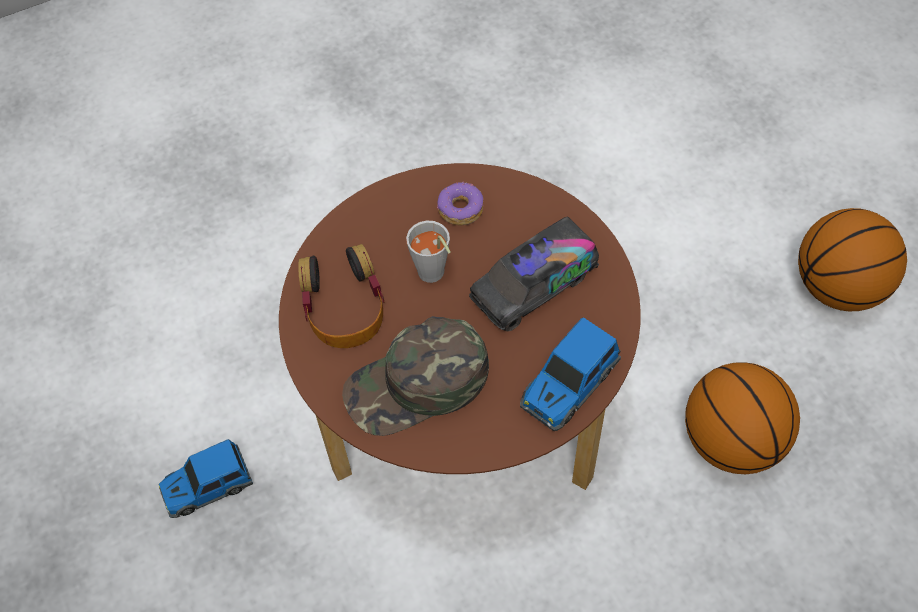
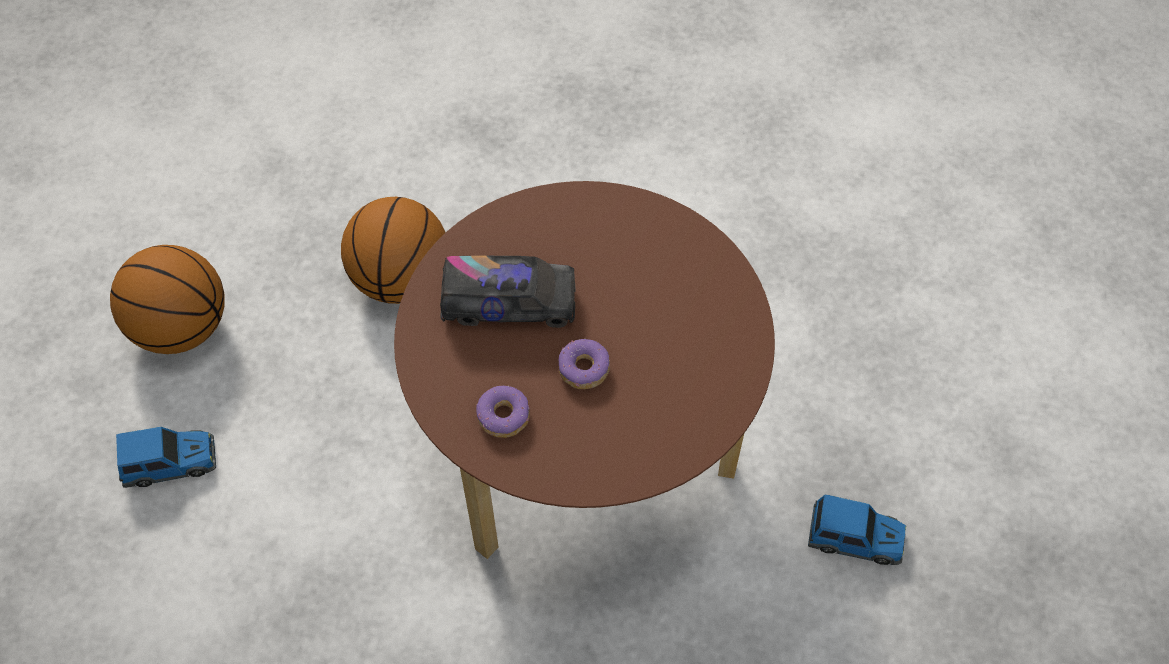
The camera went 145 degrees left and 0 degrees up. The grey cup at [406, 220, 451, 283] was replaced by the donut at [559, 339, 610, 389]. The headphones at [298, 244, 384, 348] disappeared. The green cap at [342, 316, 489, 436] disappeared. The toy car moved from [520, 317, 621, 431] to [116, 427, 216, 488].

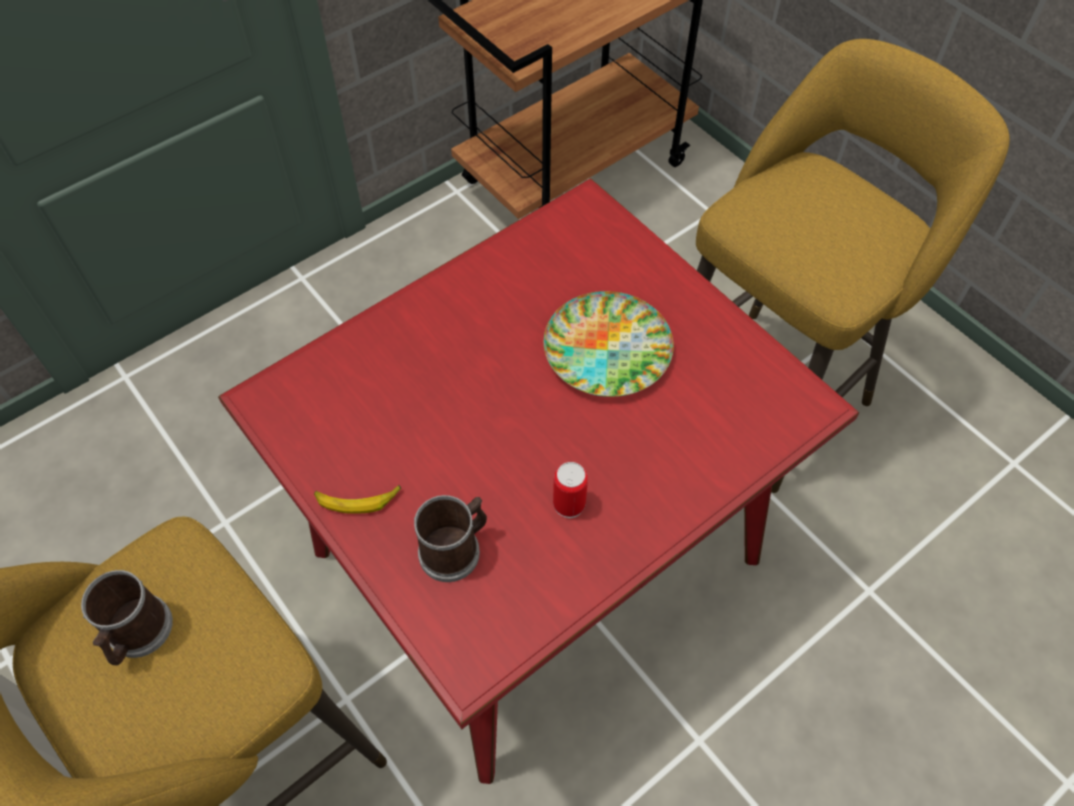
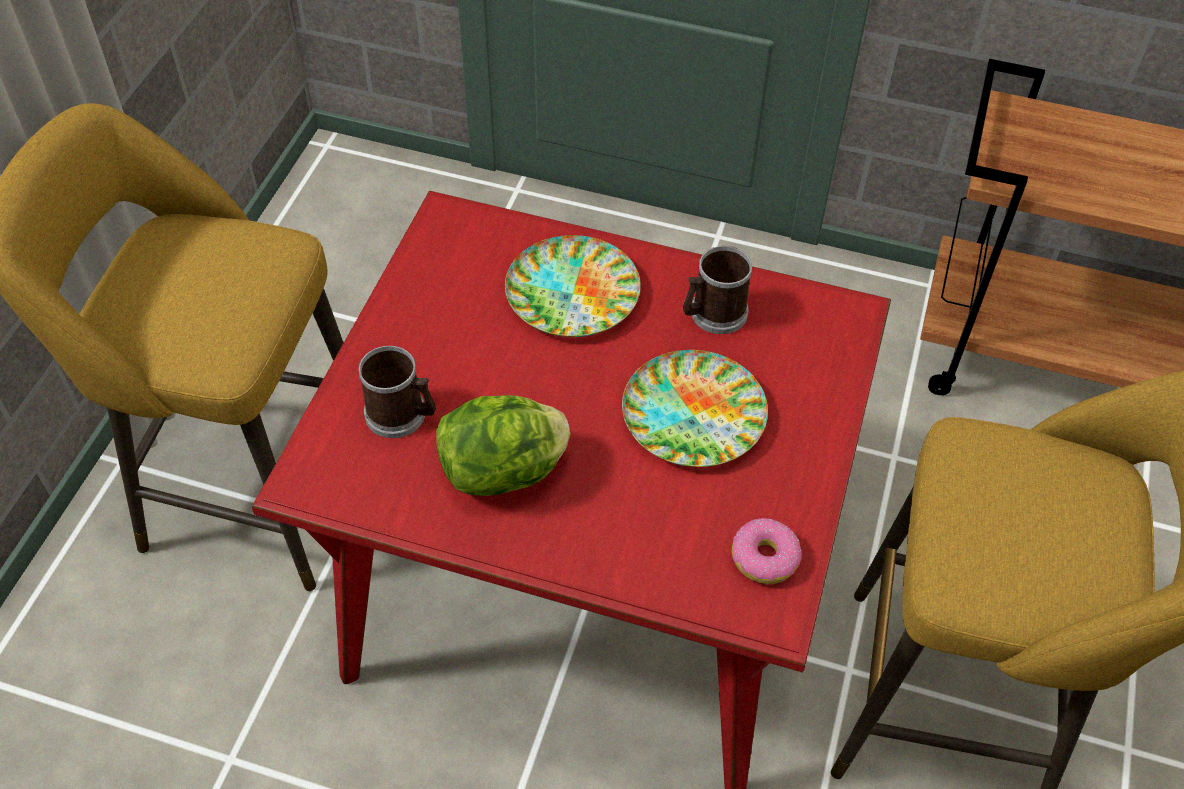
The camera went 55 degrees right and 5 degrees down. The can at [553, 462, 588, 518] was replaced by the lettuce at [436, 395, 570, 496]. The banana at [314, 485, 401, 514] disappeared. The mug moved from [81, 570, 173, 666] to [683, 246, 752, 334]. The plate at [505, 235, 641, 337] appeared. The donut at [731, 518, 802, 584] appeared.

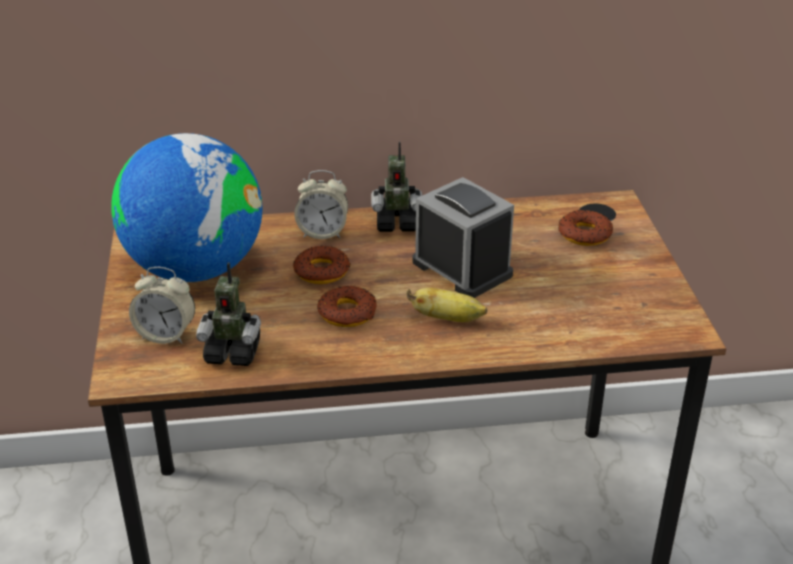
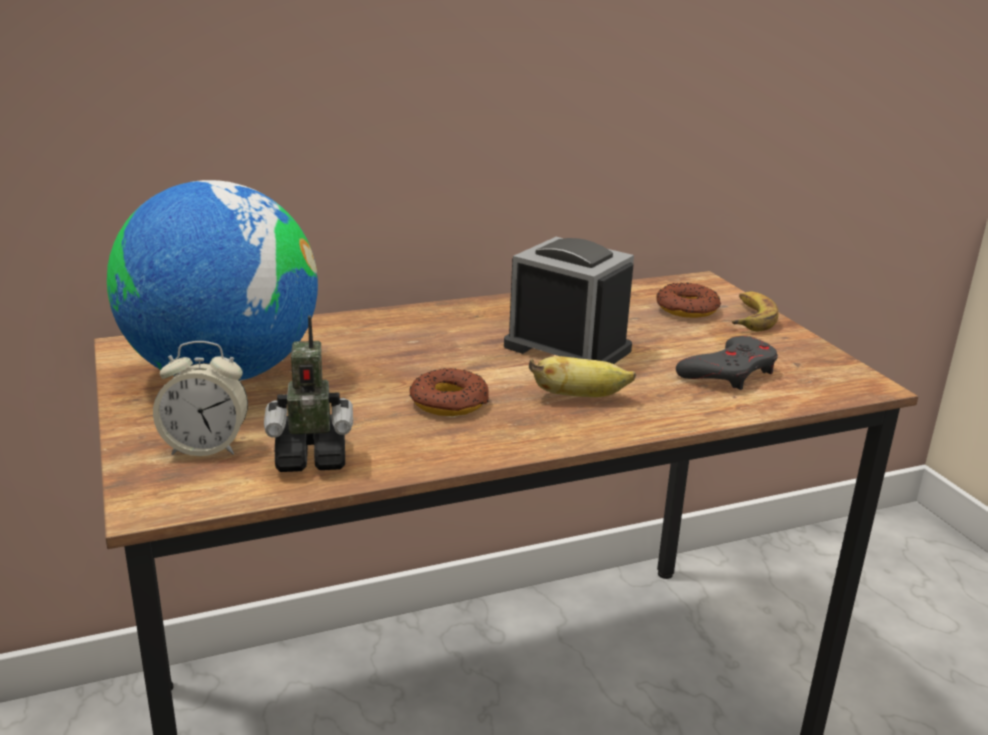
The camera went 15 degrees left and 10 degrees down. The toy robot at [371, 141, 422, 232] disappeared. The alarm clock at [294, 170, 348, 239] disappeared. The donut at [293, 245, 351, 284] disappeared. The banana at [732, 291, 778, 331] appeared. The grey game controller at [676, 336, 778, 390] appeared.

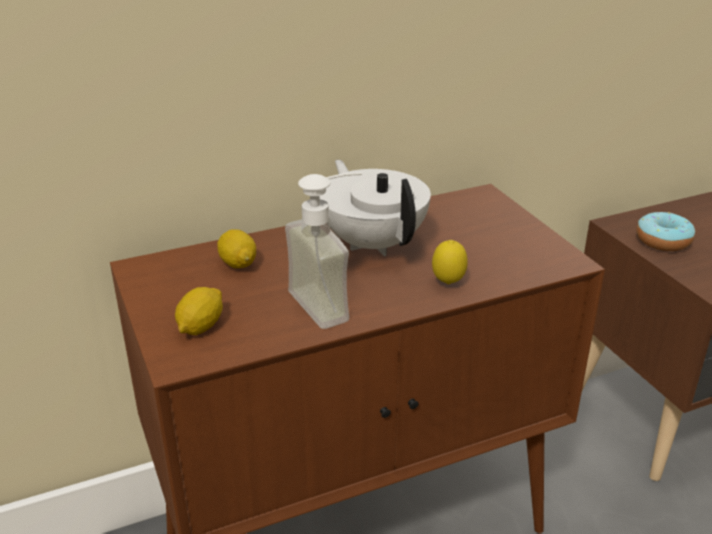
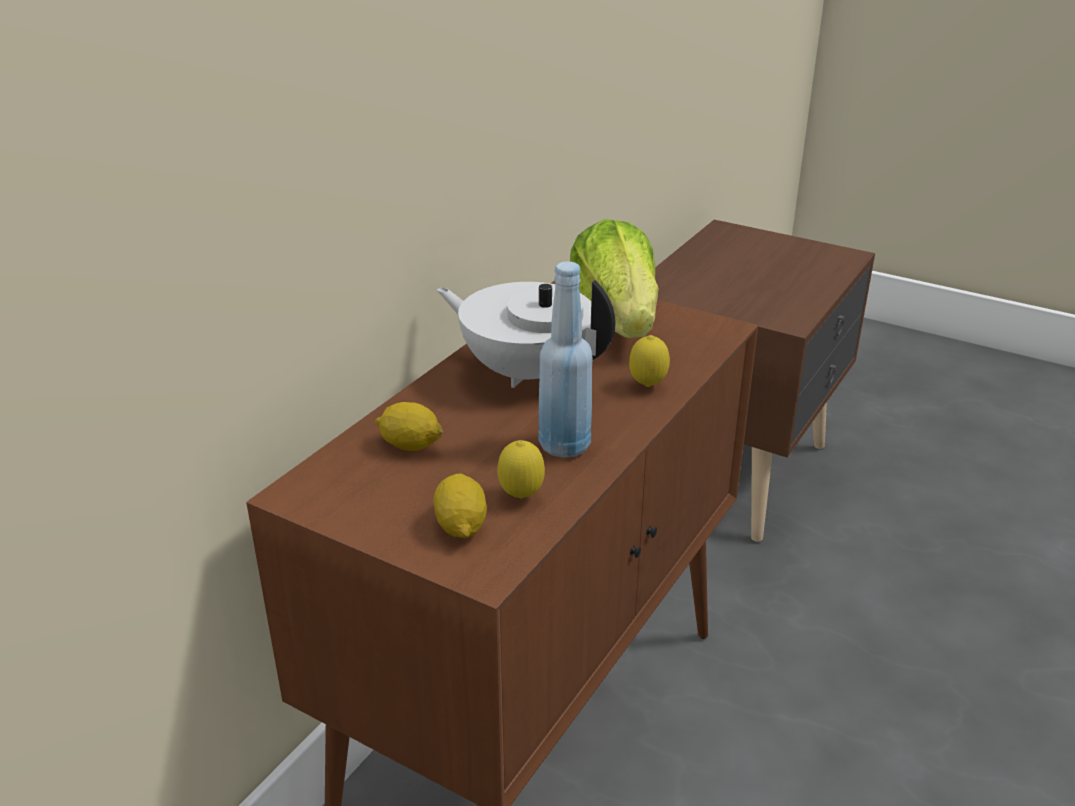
The camera went 35 degrees left and 0 degrees up. The soap dispenser at [285, 172, 363, 329] was replaced by the blue bottle at [538, 261, 593, 458]. The donut at [637, 212, 695, 251] disappeared. The lettuce at [570, 219, 658, 338] appeared. The lemon at [497, 440, 545, 498] appeared.

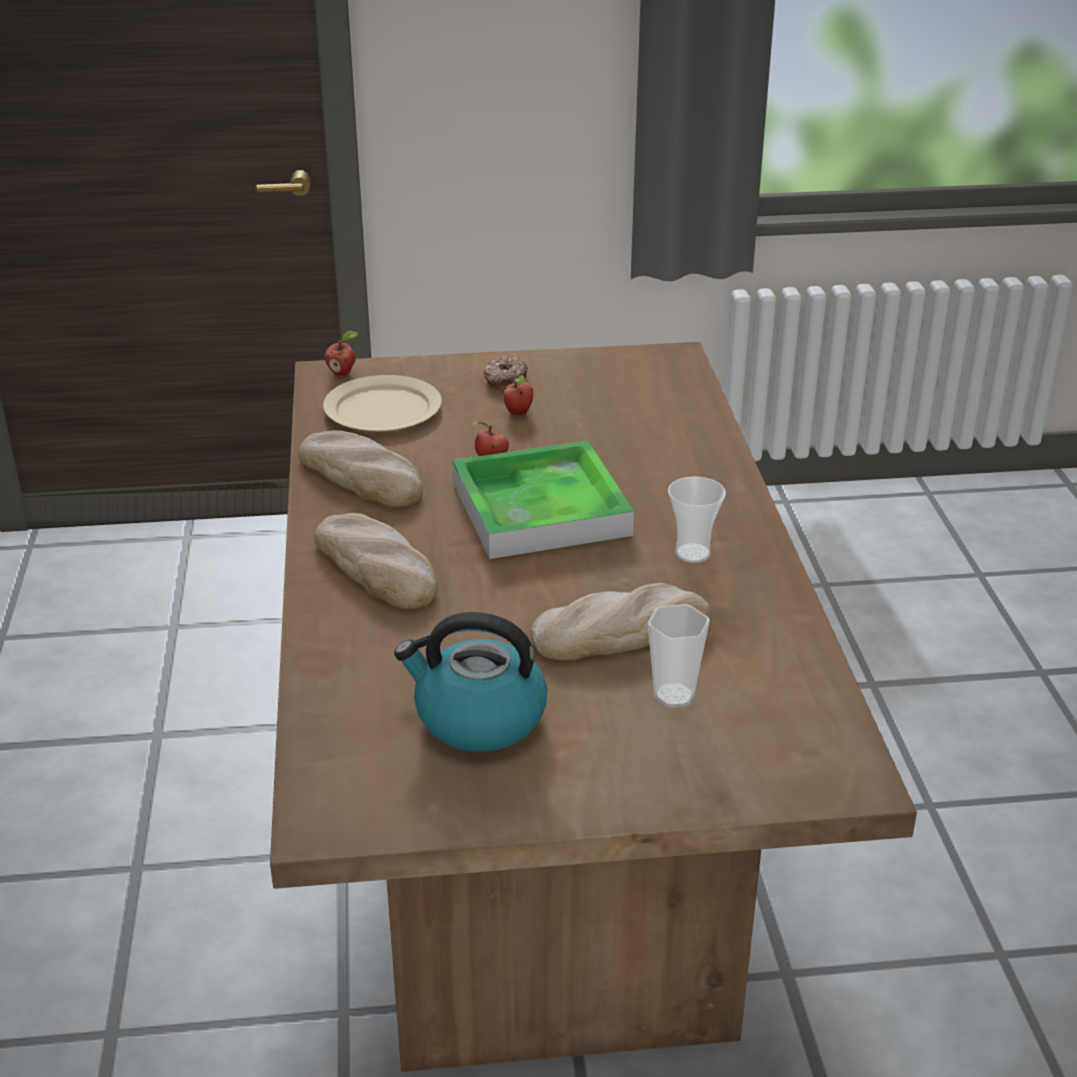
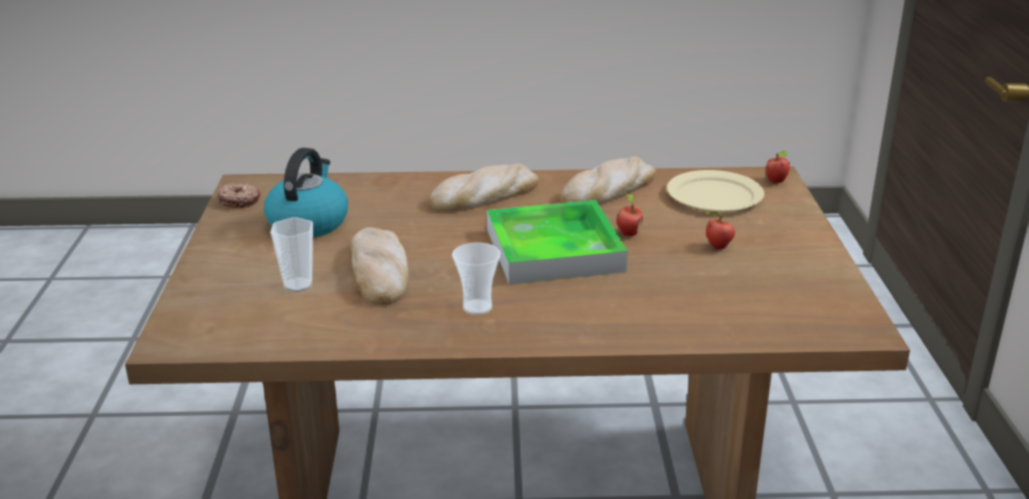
The camera went 95 degrees right and 5 degrees down. The donut moved from [484, 356, 528, 390] to [217, 183, 260, 208].

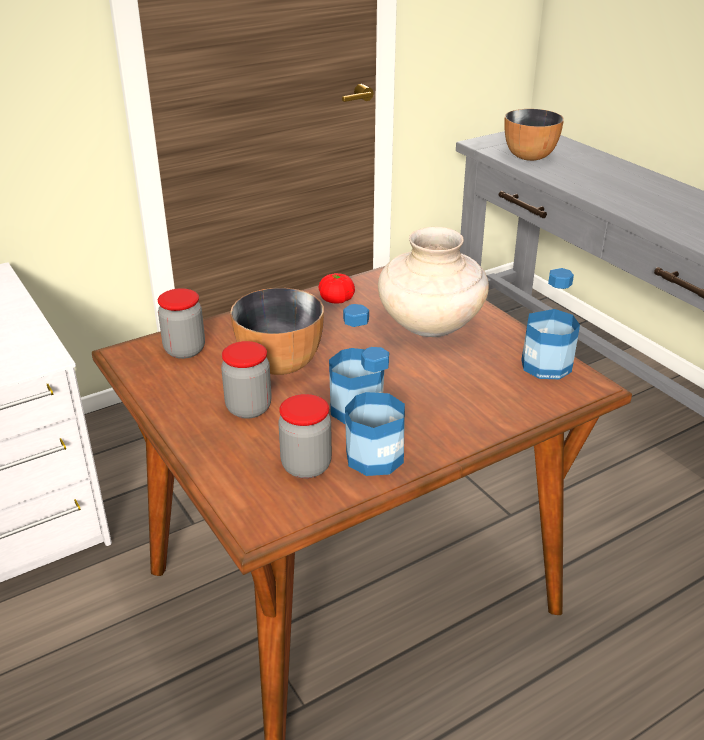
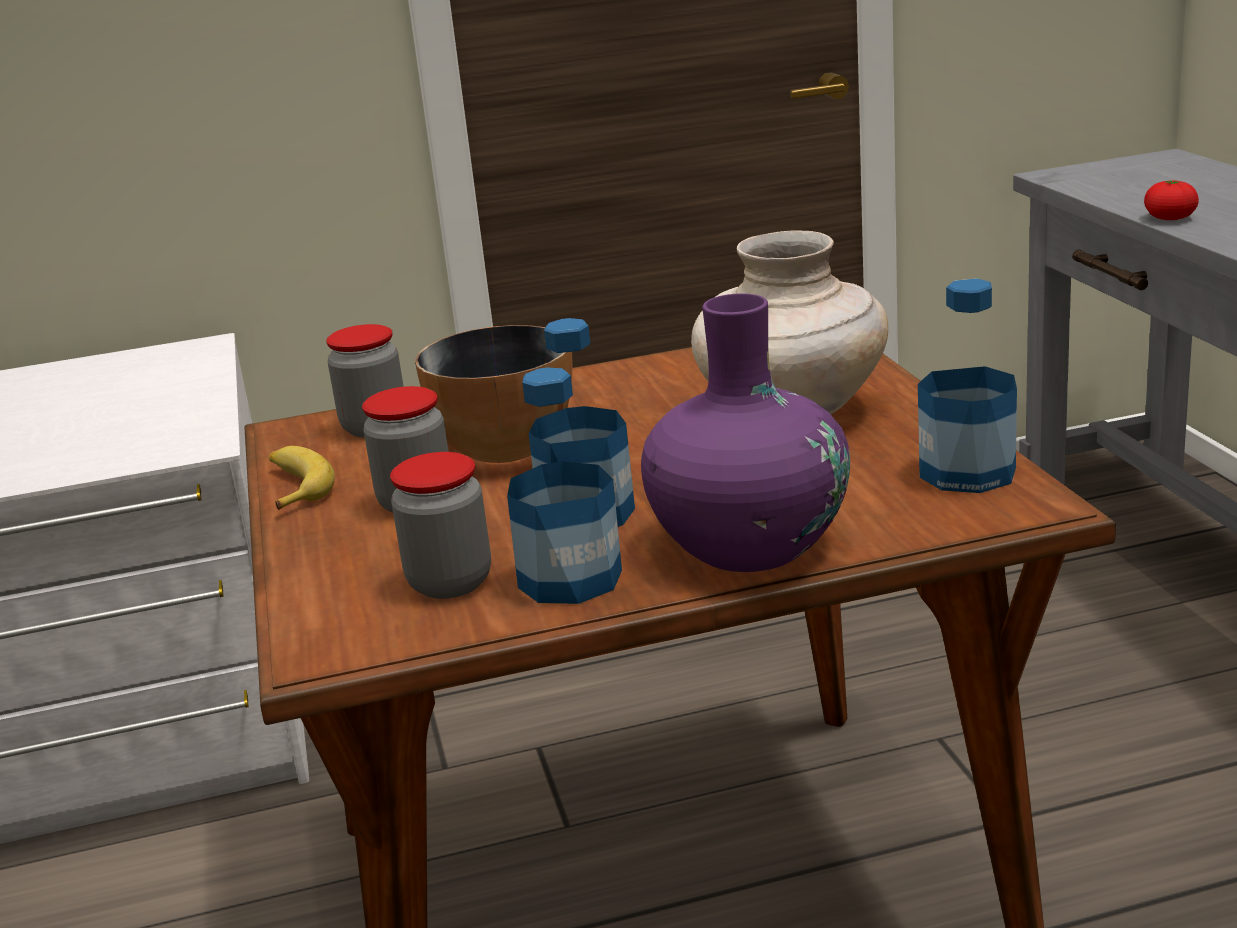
The camera went 20 degrees right and 10 degrees down. The bowl at [504, 109, 564, 161] disappeared. The tomato moved from [319, 273, 355, 304] to [1144, 180, 1199, 220]. The purple vase at [641, 294, 850, 572] appeared. The banana at [269, 446, 335, 510] appeared.

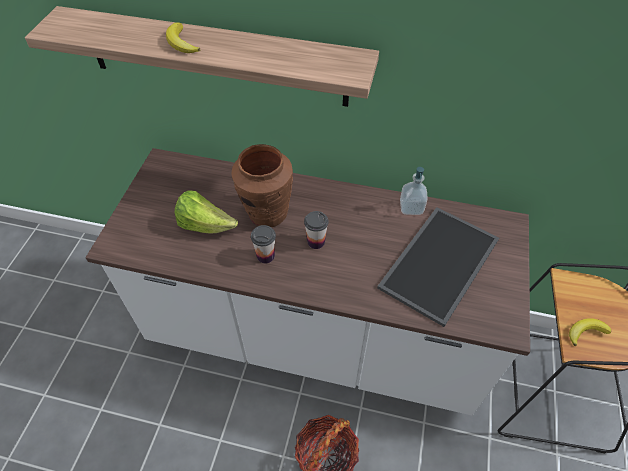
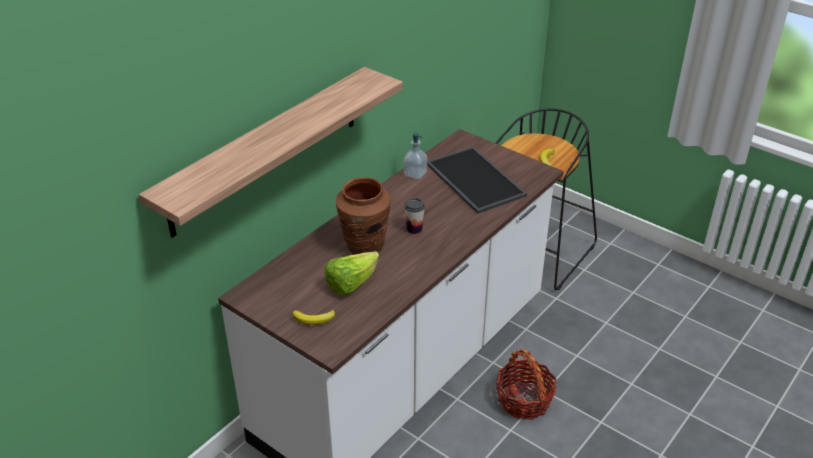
The camera went 65 degrees left and 15 degrees down. The banana moved from [166, 22, 200, 53] to [293, 310, 335, 325]. The cup at [251, 225, 276, 264] disappeared.

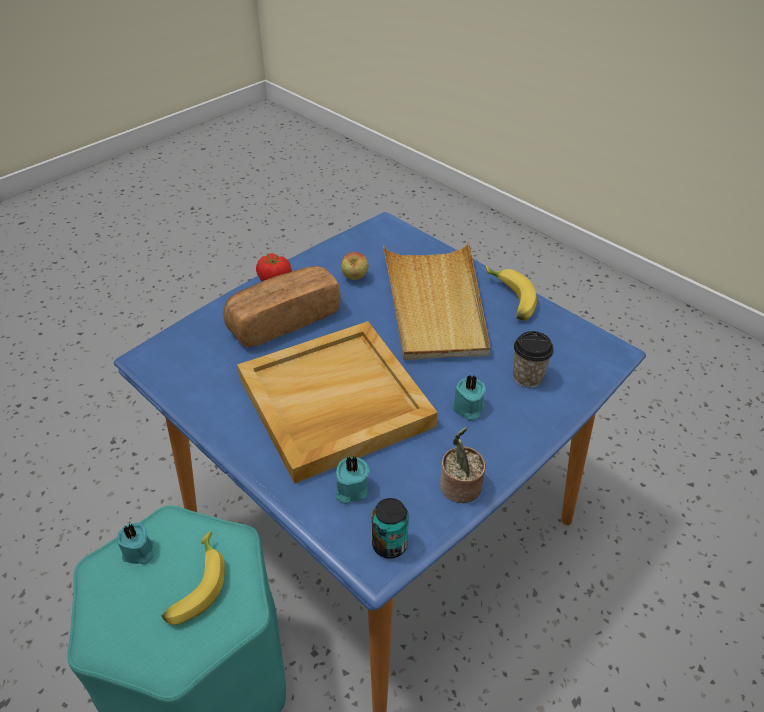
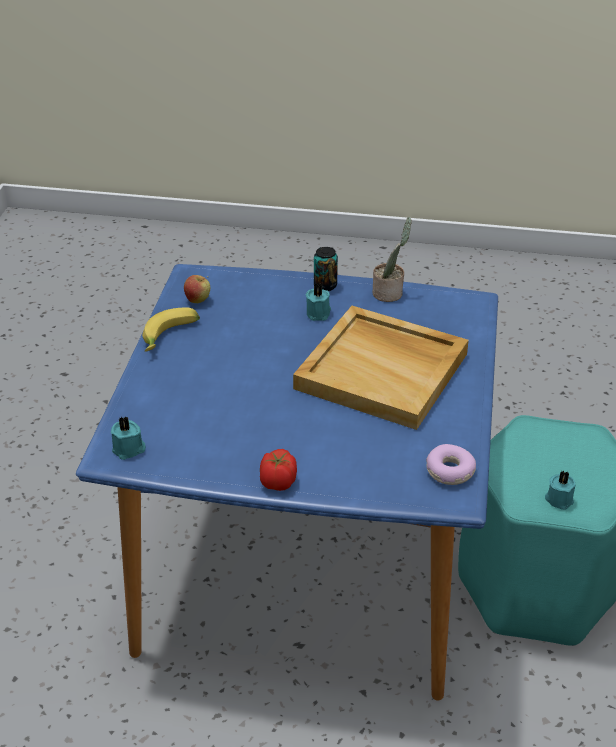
The camera went 125 degrees left and 5 degrees down. The beige tray at [383, 242, 490, 360] disappeared. The apple moved from [341, 252, 369, 280] to [184, 275, 210, 303]. The bread at [224, 266, 341, 347] disappeared. The cup at [513, 331, 554, 388] disappeared. The turquoise candle moved from [336, 457, 369, 504] to [111, 416, 146, 460]. The can moved from [372, 498, 409, 559] to [314, 247, 338, 291]. The banana at [161, 531, 225, 625] disappeared. The donut at [426, 444, 476, 485] appeared.

